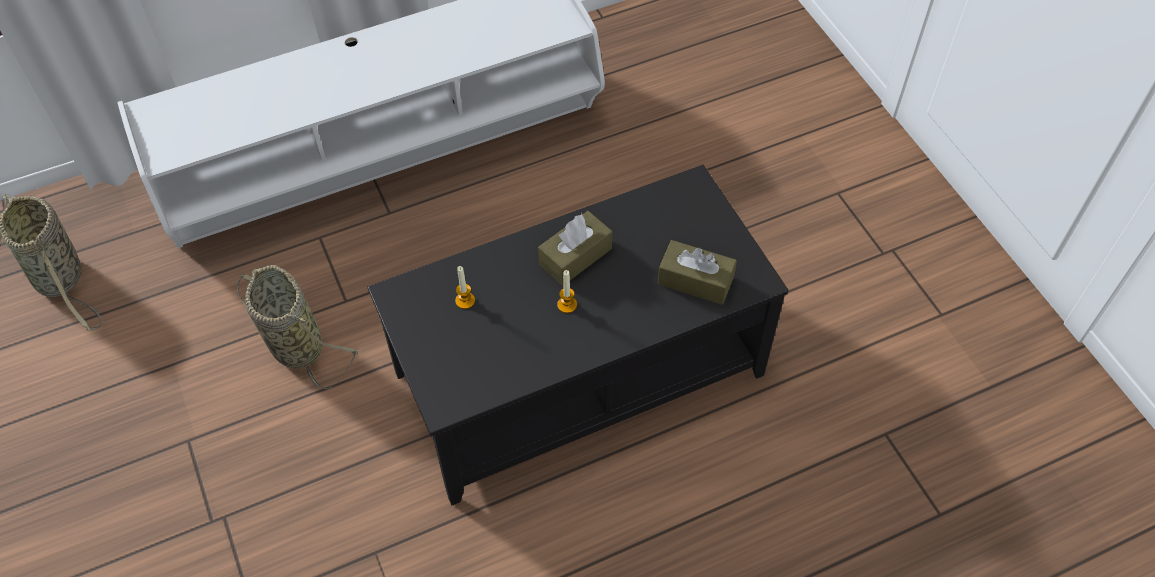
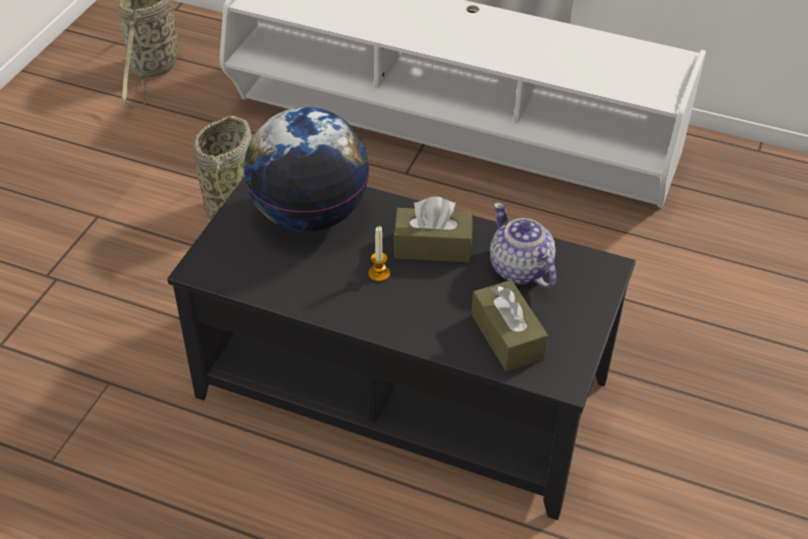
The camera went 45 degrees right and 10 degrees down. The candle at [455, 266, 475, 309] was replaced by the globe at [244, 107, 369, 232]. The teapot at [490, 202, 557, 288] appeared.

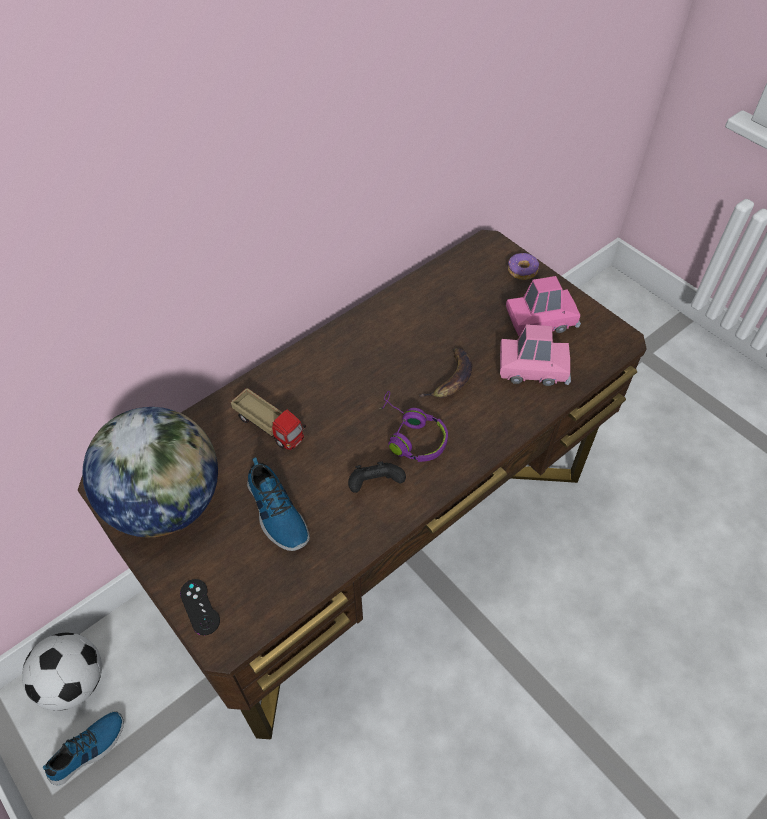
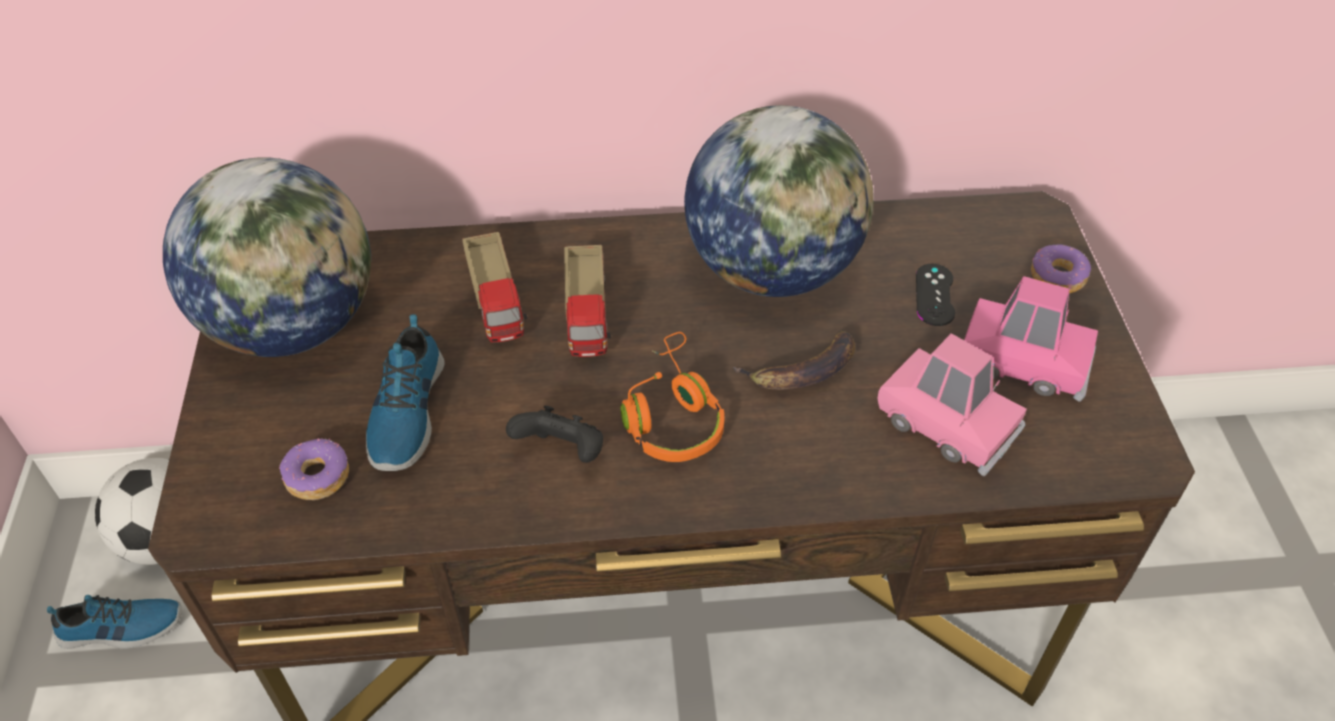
The camera went 35 degrees right and 5 degrees down. The purple headphones at [380, 391, 448, 462] became the orange headphones at [620, 332, 725, 462]. The black game controller moved from [180, 579, 220, 635] to [916, 264, 955, 326]. The globe at [684, 105, 874, 297] appeared. The toy truck at [564, 245, 611, 357] appeared. The donut at [279, 438, 349, 500] appeared.

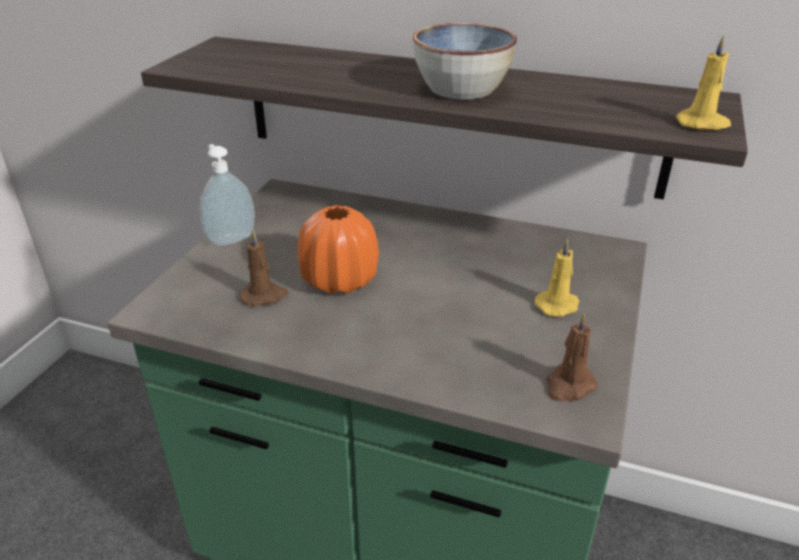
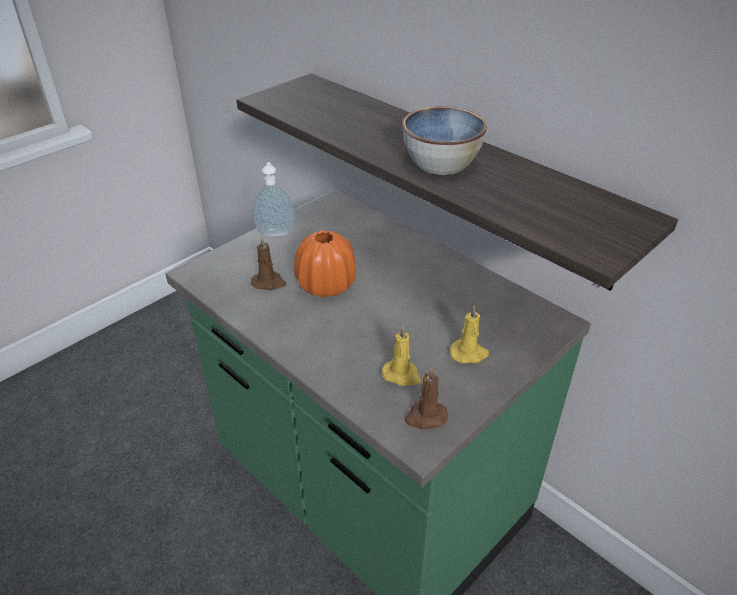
The camera went 25 degrees right and 5 degrees up. The yellow candle moved from [676, 35, 731, 130] to [382, 326, 421, 386].

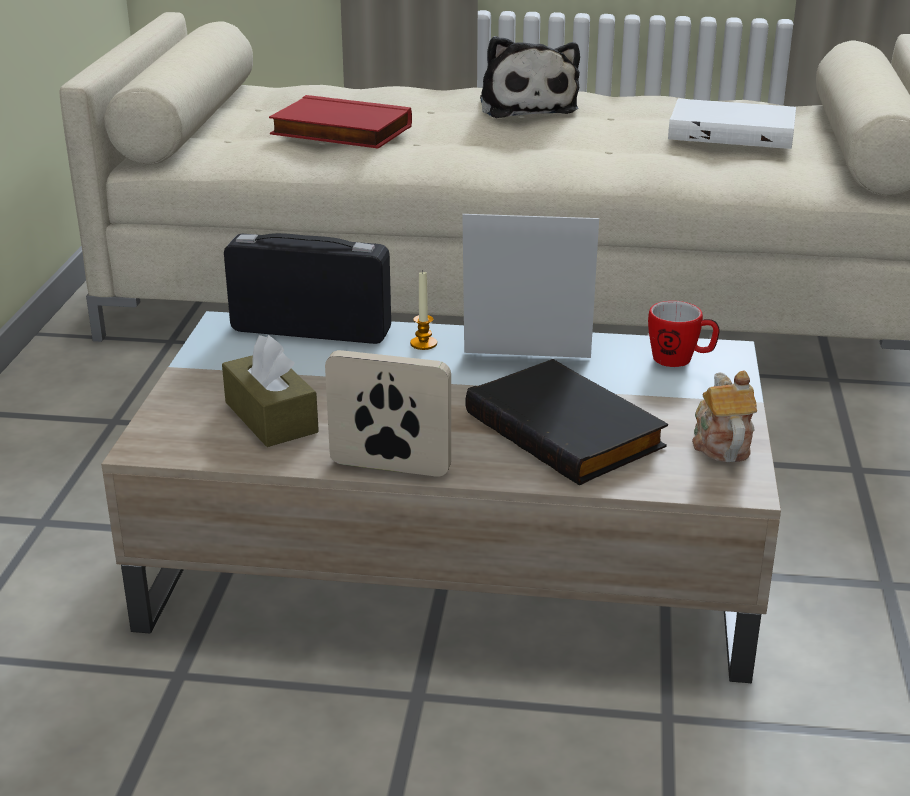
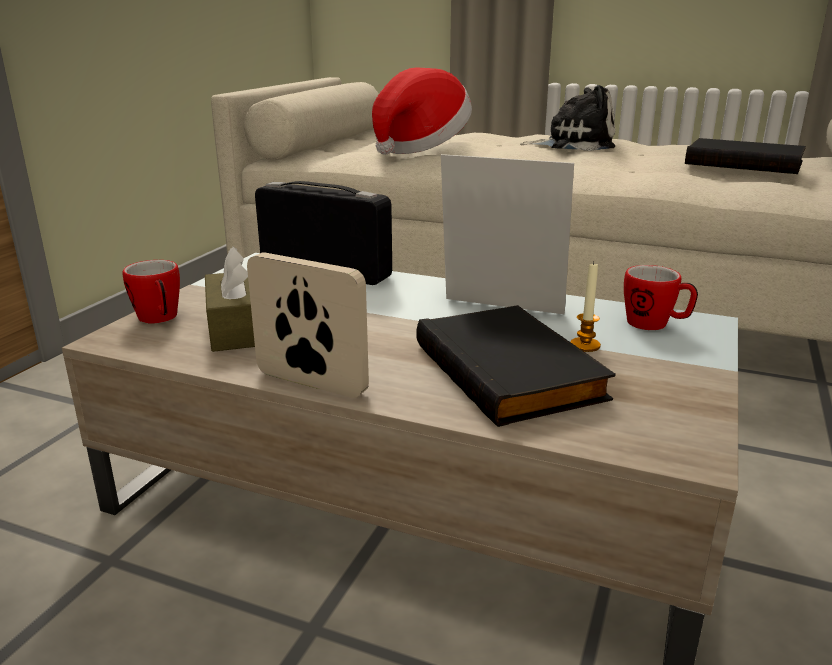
The camera went 15 degrees right and 5 degrees down. The plush toy at [480, 36, 580, 118] turned 90 degrees counterclockwise. The red book at [269, 95, 412, 149] was replaced by the hat at [372, 68, 472, 155]. The white book at [668, 98, 796, 149] became the black book at [685, 138, 806, 174]. The candle moved from [410, 270, 437, 350] to [570, 262, 601, 352]. The teapot at [692, 370, 757, 462] disappeared. The mug at [122, 260, 180, 324] appeared.

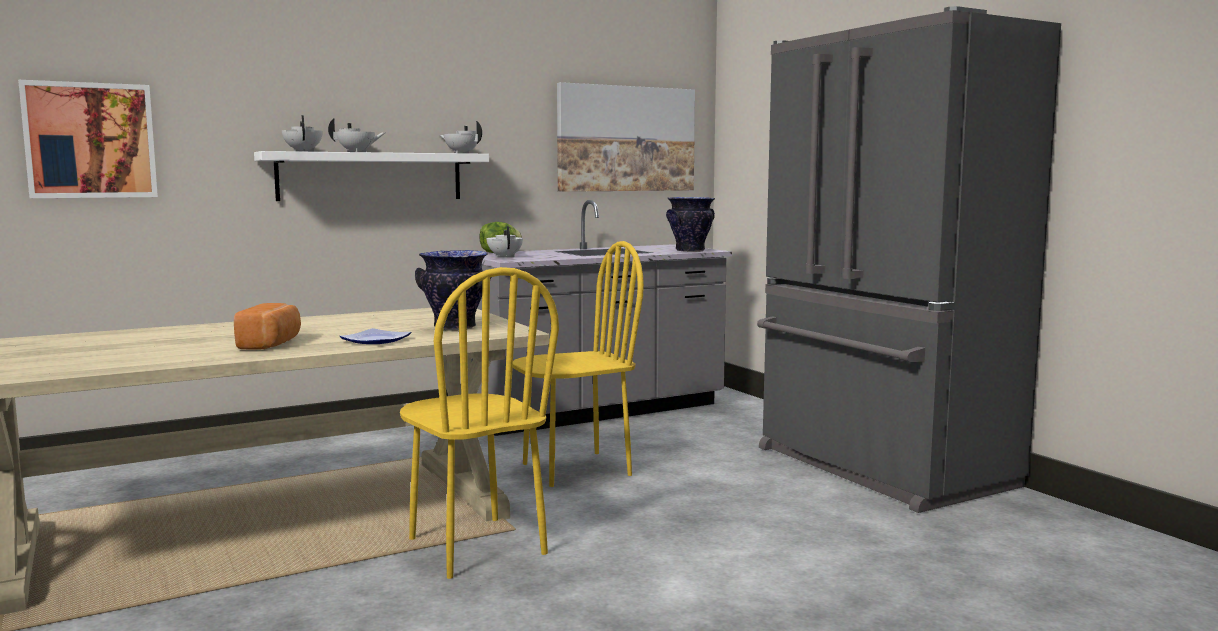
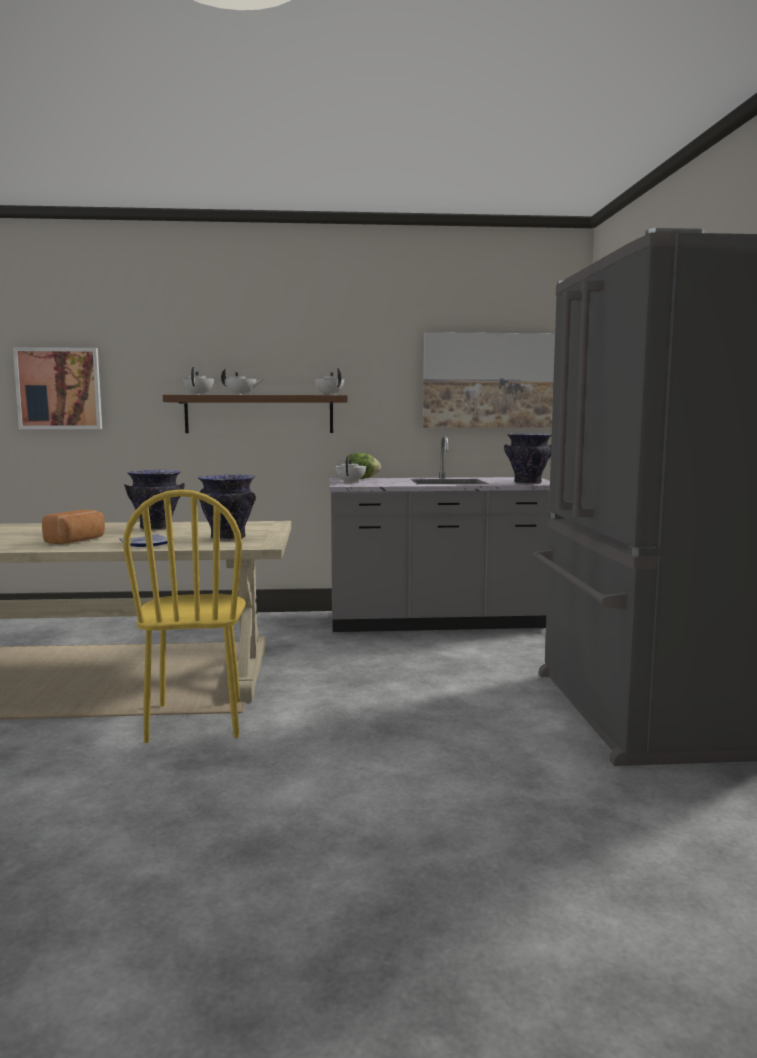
The camera went 25 degrees right and 0 degrees up. The white shelf at [254, 151, 489, 201] became the brown shelf at [163, 395, 348, 433]. The yellow chair at [513, 241, 644, 487] disappeared. The vase at [124, 470, 185, 530] appeared.

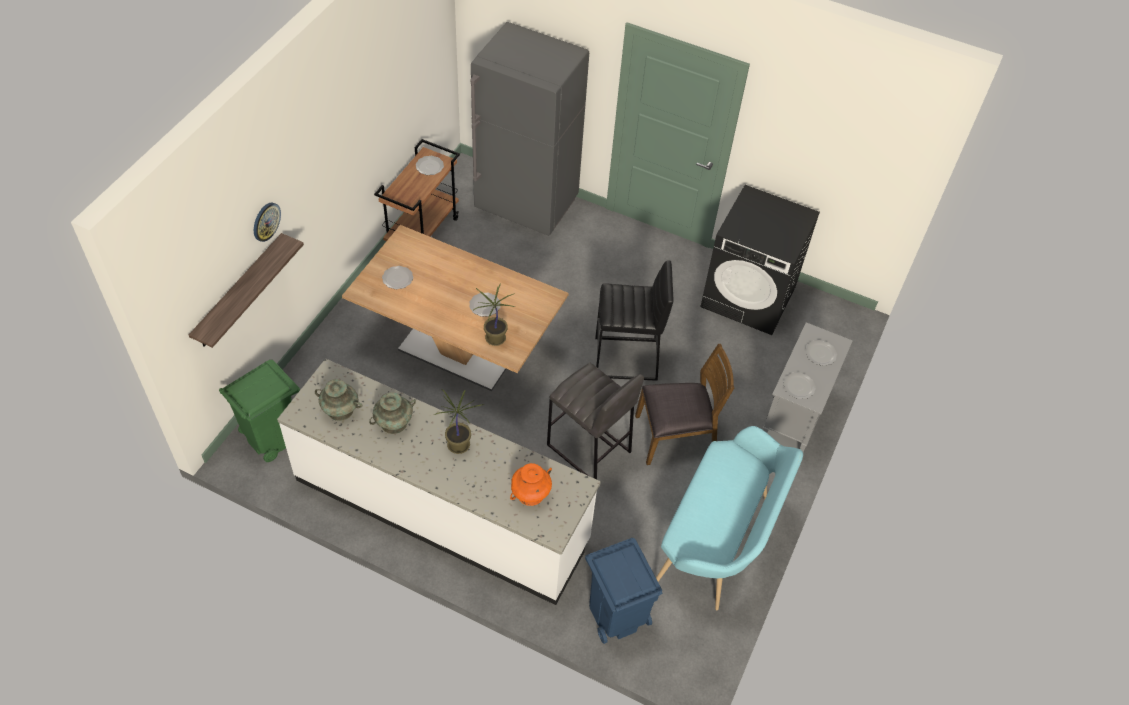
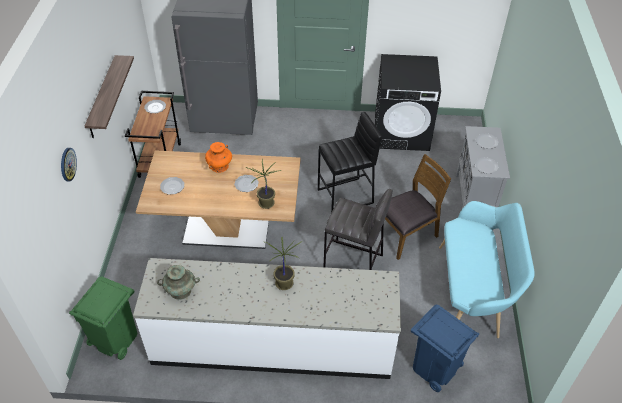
The camera went 20 degrees left and 5 degrees down. The shelf moved from [189, 233, 304, 348] to [85, 55, 134, 138]. The turquoise vase at [369, 392, 416, 434] disappeared. The orange vase moved from [510, 463, 552, 506] to [205, 142, 232, 173].

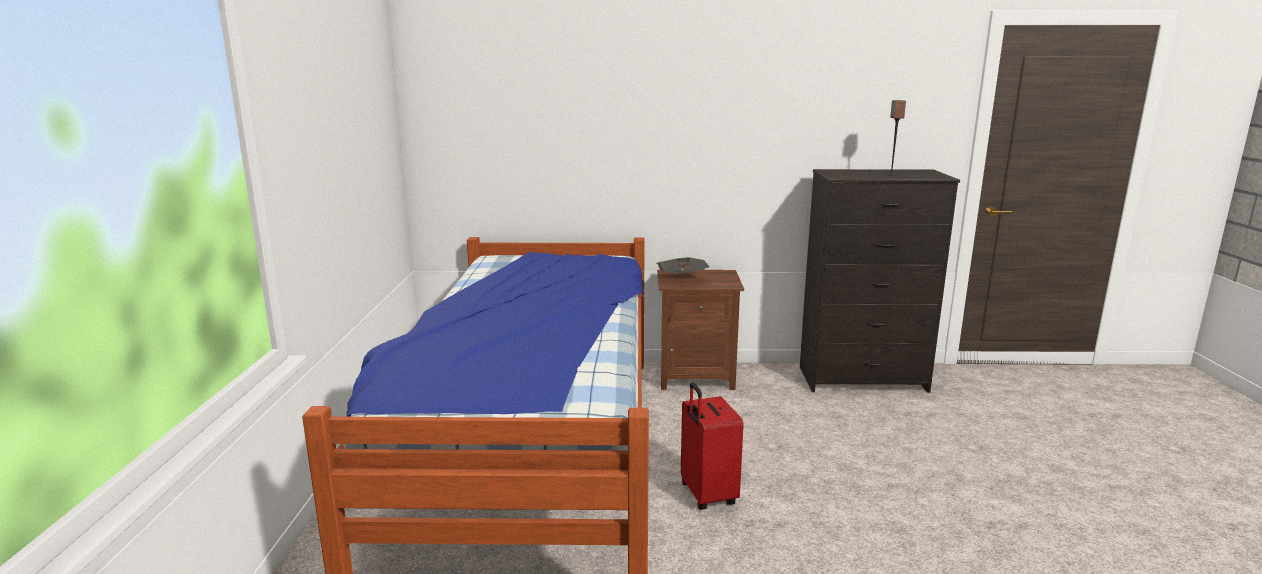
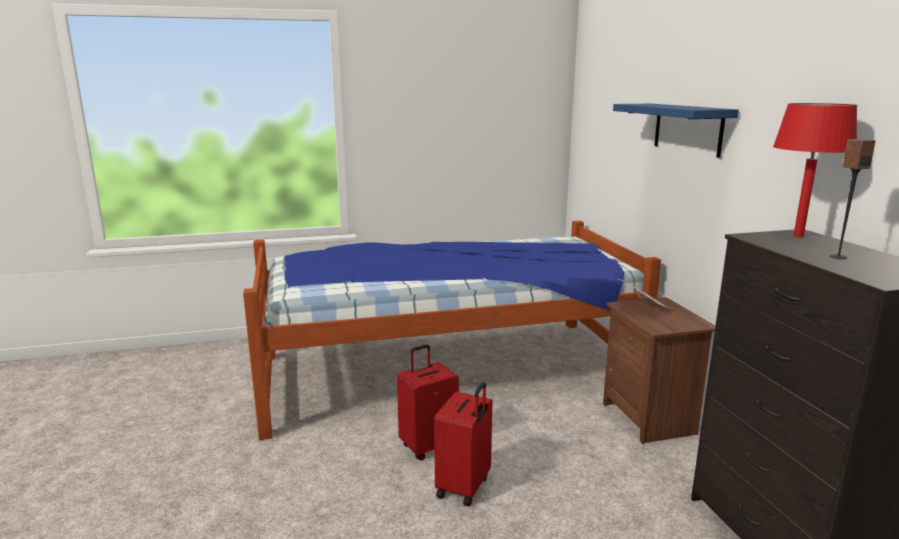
The camera went 75 degrees right and 0 degrees up. The red table lamp at [773, 103, 858, 237] appeared. The blue shelf at [613, 104, 739, 158] appeared. The red suitcase at [434, 382, 493, 506] appeared.

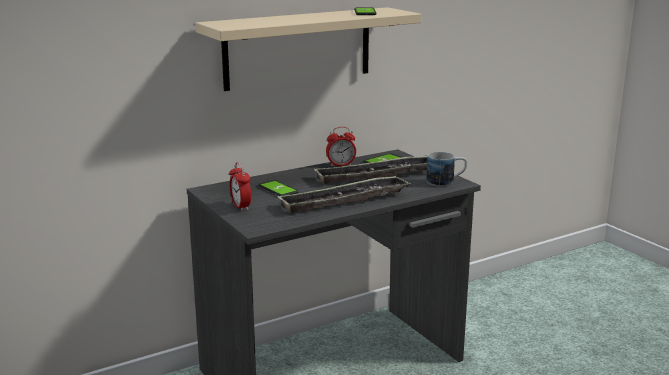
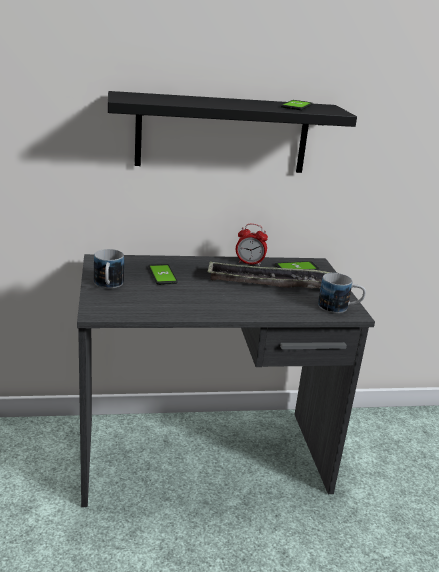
The camera went 20 degrees right and 5 degrees up. The beige shelf at [195, 7, 421, 91] became the black shelf at [108, 91, 357, 173]. The alarm clock at [229, 162, 251, 211] was replaced by the mug at [94, 249, 124, 289]. The tray at [277, 175, 411, 213] disappeared.

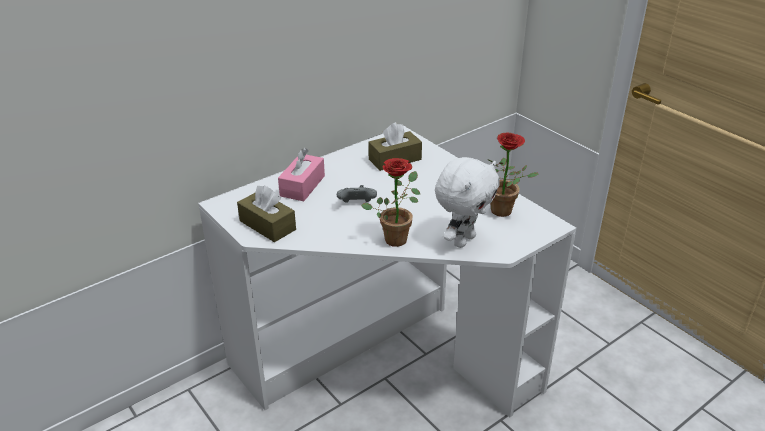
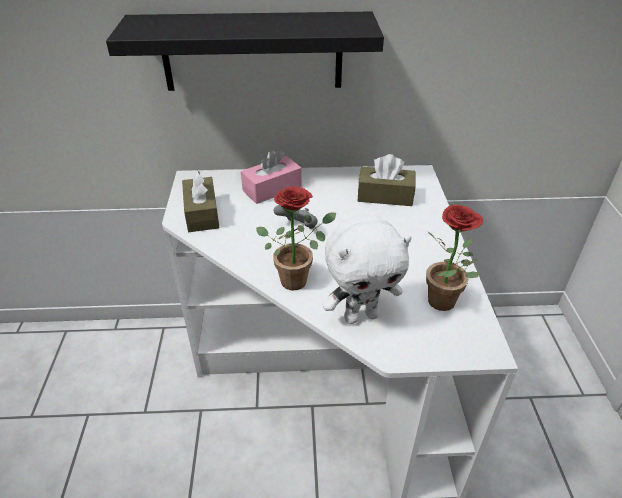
The camera went 35 degrees right and 5 degrees up. The black shelf at [106, 12, 384, 91] appeared.

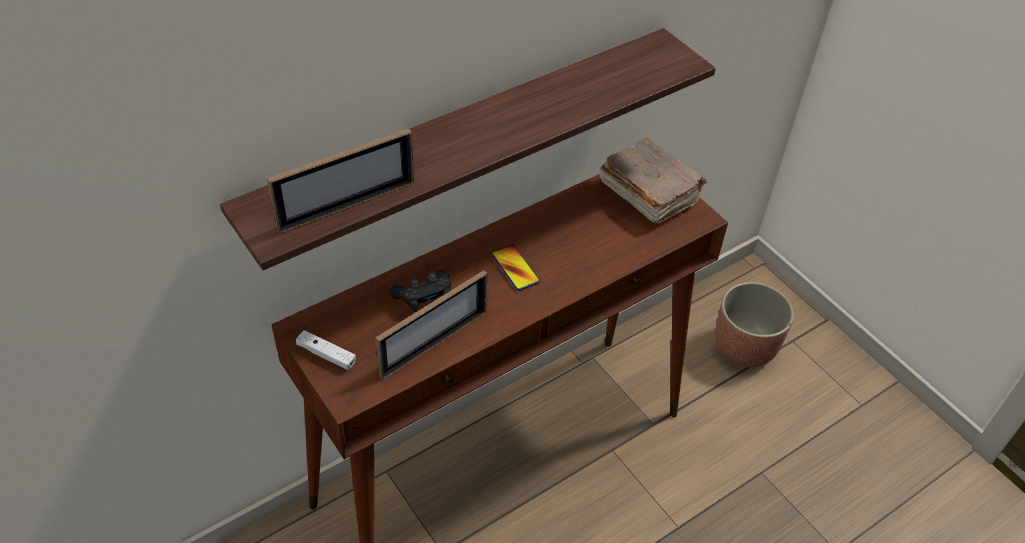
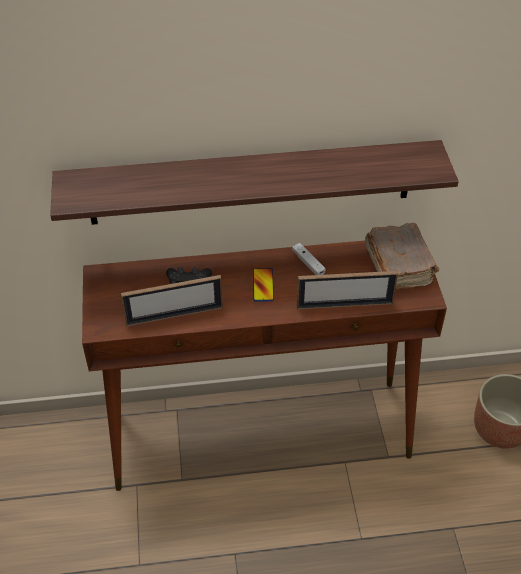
The camera went 30 degrees right and 0 degrees up. The picture frame moved from [267, 129, 414, 234] to [297, 271, 398, 309]. The white game controller moved from [296, 330, 356, 370] to [292, 243, 325, 275].

